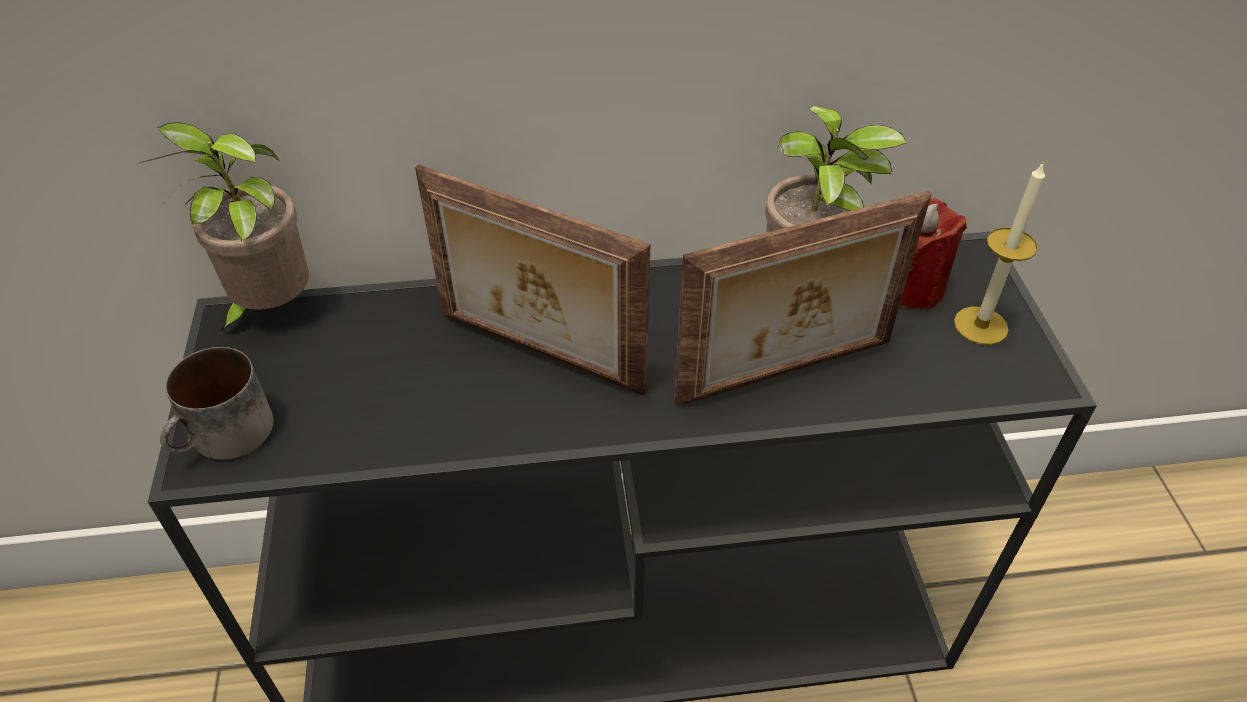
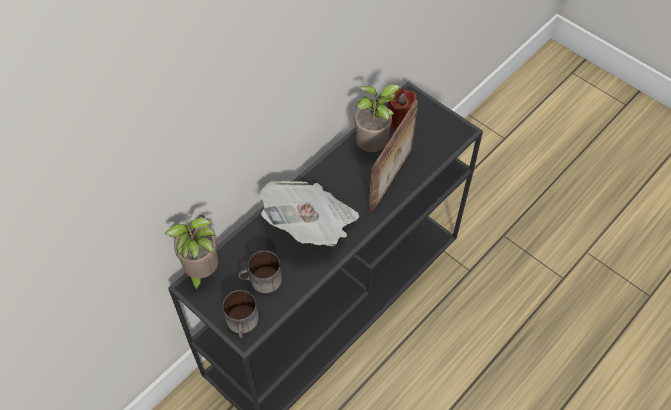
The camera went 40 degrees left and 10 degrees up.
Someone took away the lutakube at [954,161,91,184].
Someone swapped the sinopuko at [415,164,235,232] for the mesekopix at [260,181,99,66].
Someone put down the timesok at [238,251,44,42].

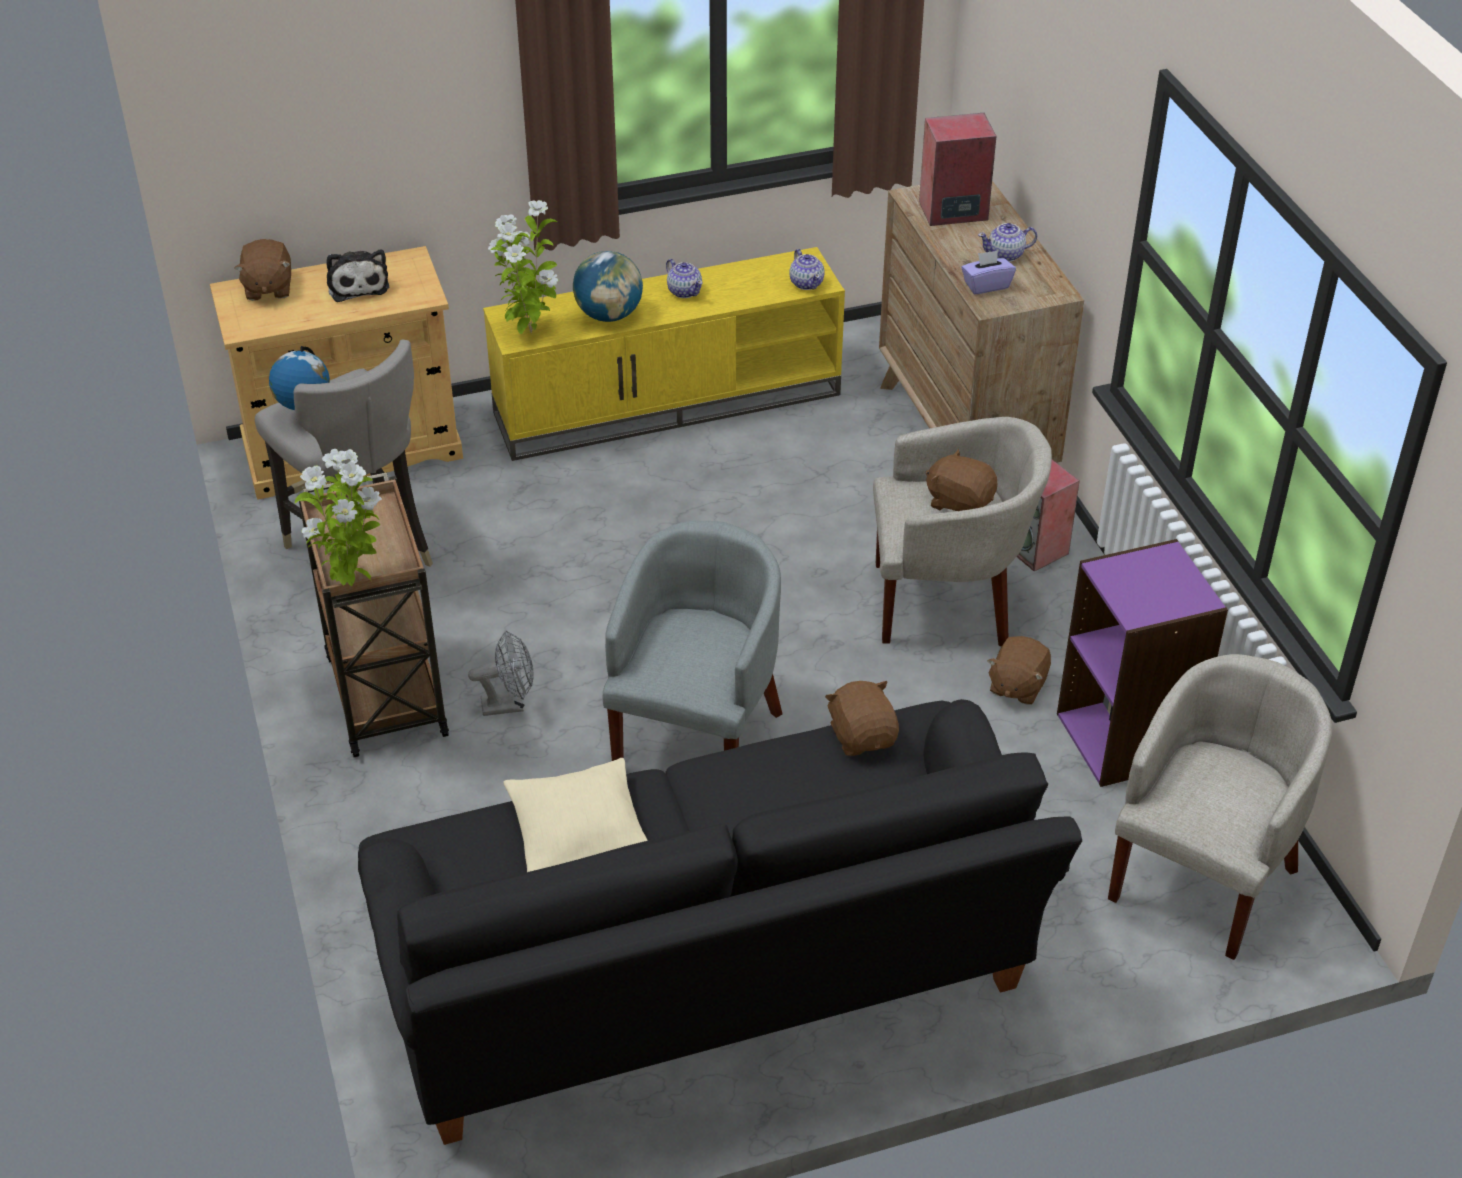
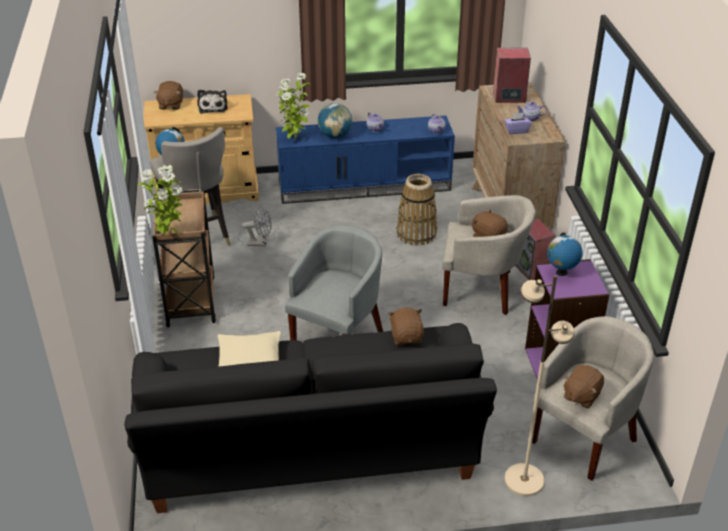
The camera went 10 degrees right and 5 degrees down.
Someone repainted the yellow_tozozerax at [483,247,362,214], which became the blue_tozozerax at [276,115,179,89].
Someone carried the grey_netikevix from [468,630,66,86] to [242,207,30,39].
Someone carried the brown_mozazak from [987,636,64,69] to [563,365,41,43].
Someone put down the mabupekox at [397,174,40,72].
Someone put down the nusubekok at [547,232,36,44].
Someone put down the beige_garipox at [505,275,69,221].

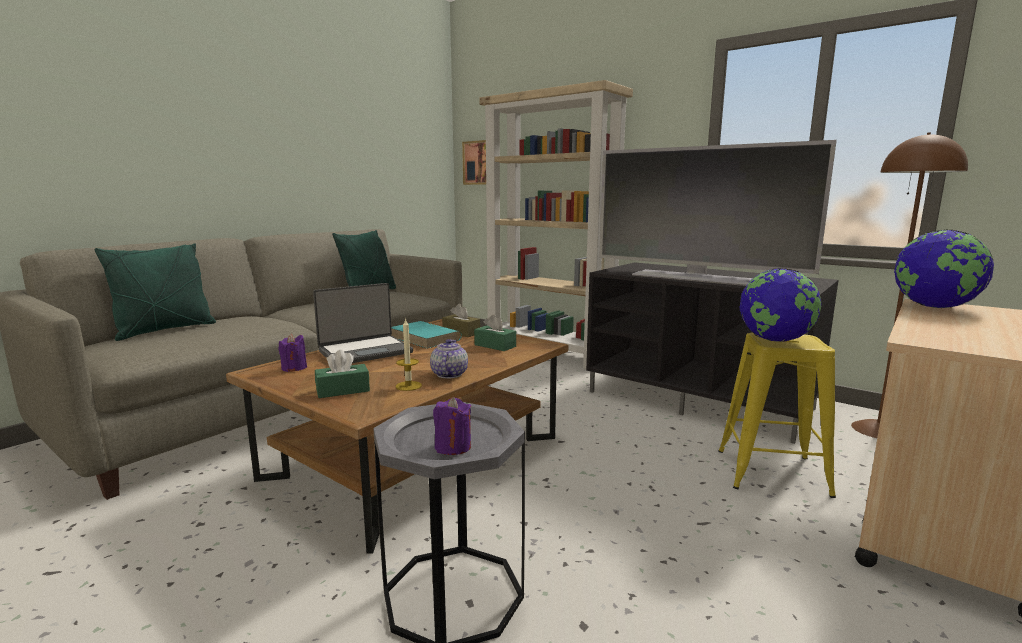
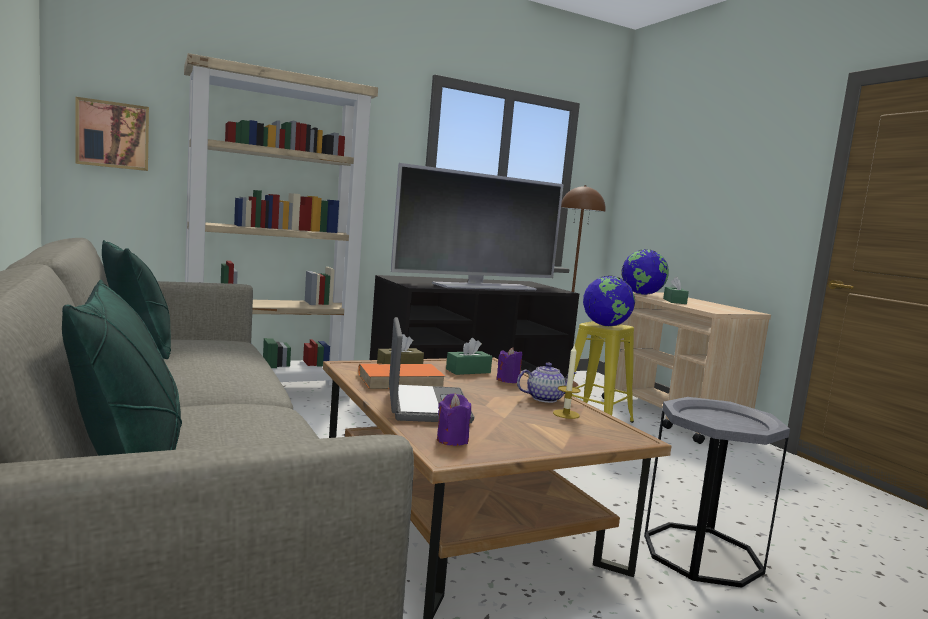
The camera went 65 degrees left and 5 degrees down.
Someone repainted the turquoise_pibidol at [391,321,71,28], which became the orange_pibidol at [358,364,88,25].
Someone rotated the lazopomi at [430,339,38,39] by 135 degrees clockwise.
Someone carried the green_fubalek from [315,350,55,48] to [663,277,26,27].
Someone carried the purple_lutakube from [433,397,38,58] to [496,348,26,35].

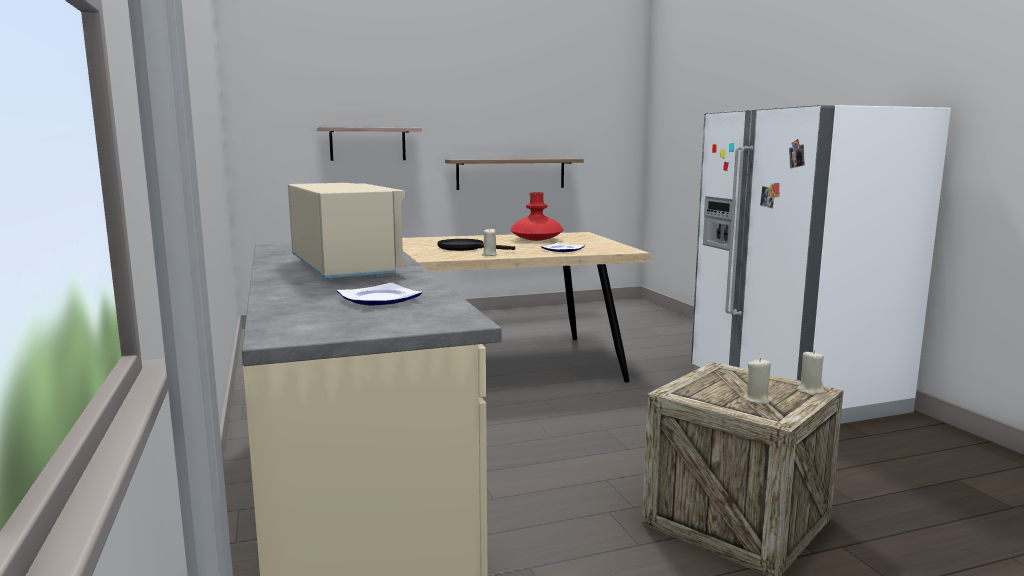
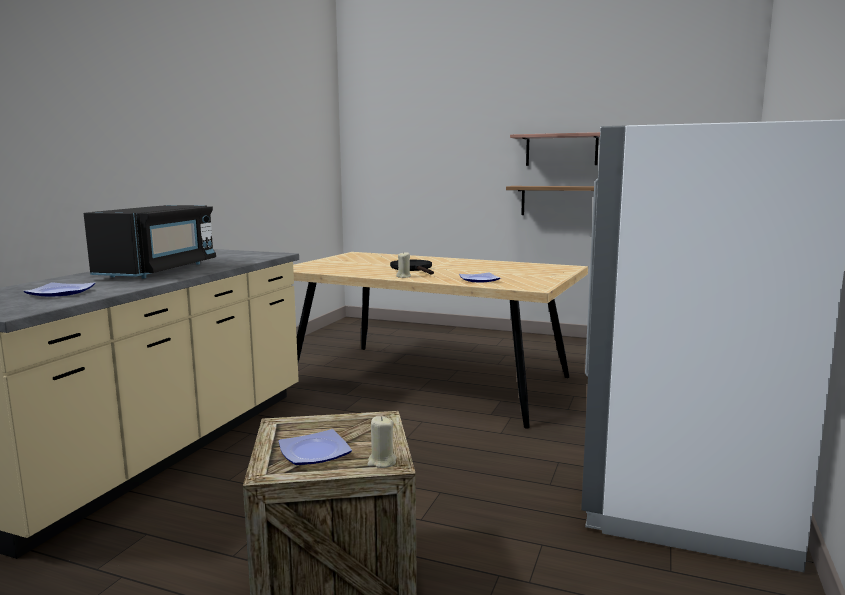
The camera went 40 degrees right and 0 degrees up.
Someone carried the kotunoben from [316,127,106,34] to [510,132,90,34].
Someone repainted the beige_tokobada at [288,183,120,98], which became the black_tokobada at [84,205,132,74].
Someone took away the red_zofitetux at [510,192,54,49].
Someone swapped the beige_lutakube at [743,358,30,46] for the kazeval at [278,429,74,36].

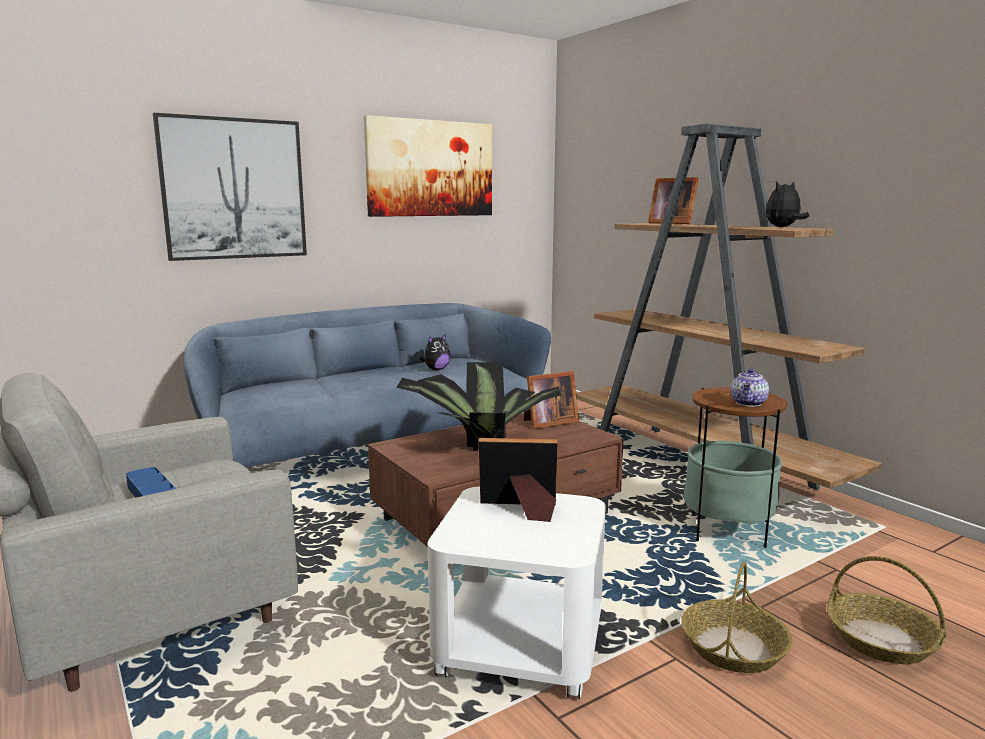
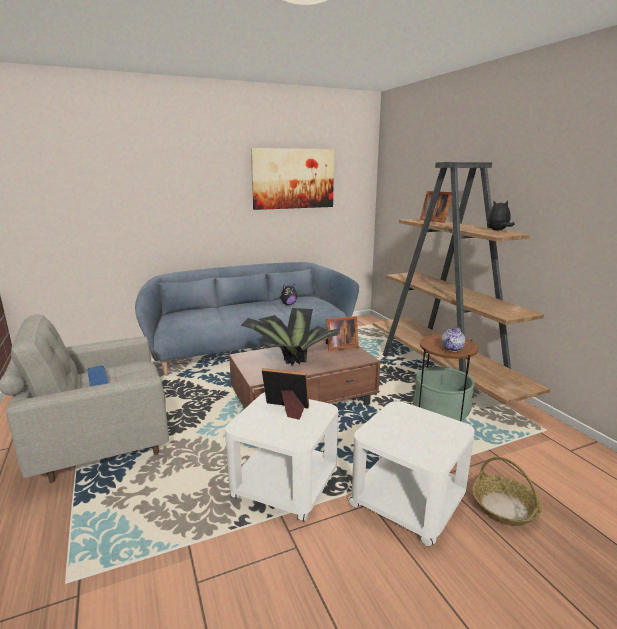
The camera went 10 degrees right and 5 degrees up.
Someone took away the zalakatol at [153,113,154,148].
Someone swapped the mabupekox at [681,561,112,112] for the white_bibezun at [348,401,127,146].

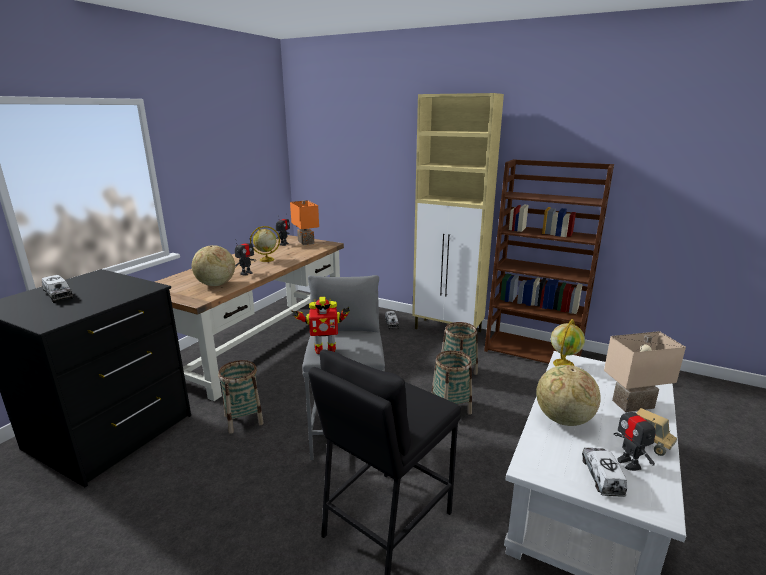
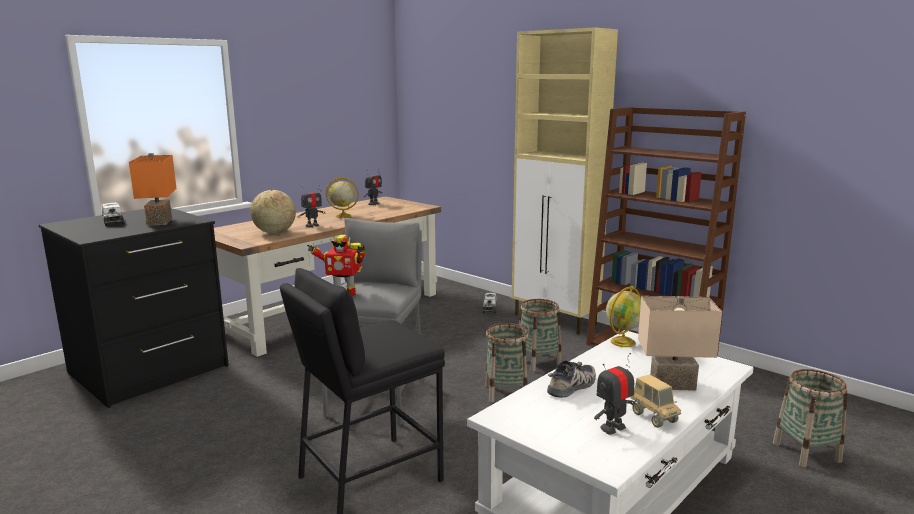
The camera went 15 degrees right and 5 degrees down.
Someone carried the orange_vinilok from [290,200,29,45] to [129,153,48,73].
Someone carried the mabupekox from [218,360,46,73] to [773,369,75,98].
Someone swapped the nusubekok at [536,365,65,61] for the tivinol at [547,360,49,38].
Someone rotated the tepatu at [614,398,42,73] by 60 degrees clockwise.
Someone took away the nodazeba at [582,448,45,49].

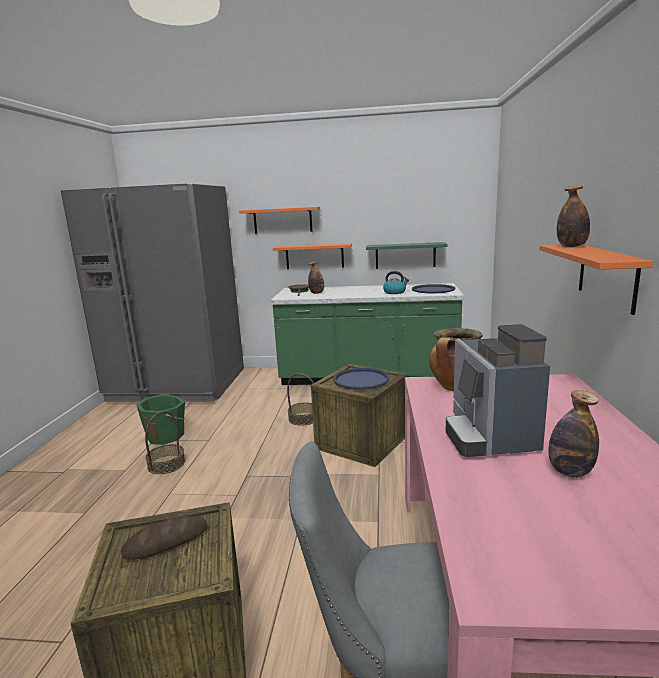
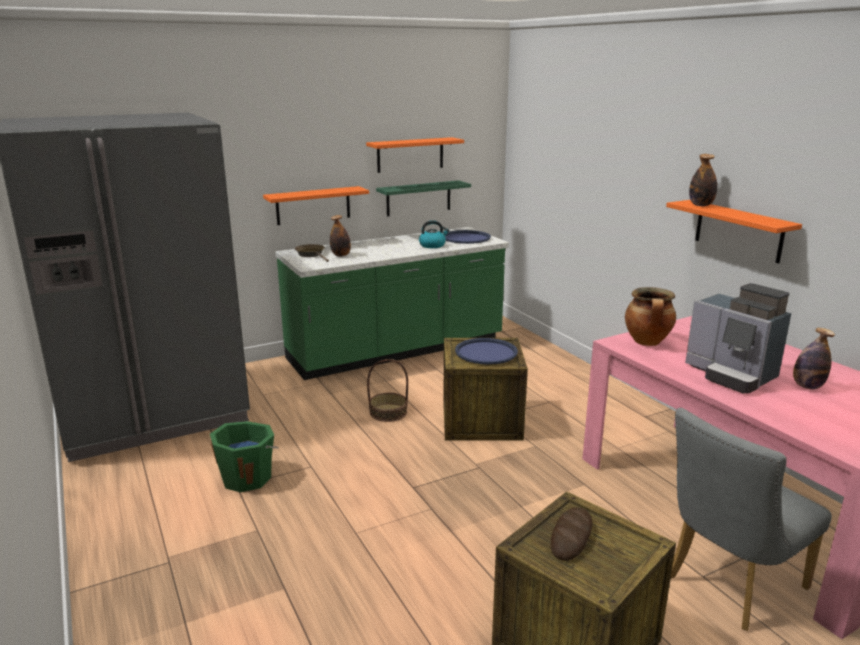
The camera went 35 degrees left and 5 degrees up.
Someone carried the orange_kotunoben from [239,207,81,27] to [366,137,98,36].
Someone took away the mabupekox at [145,411,40,63].

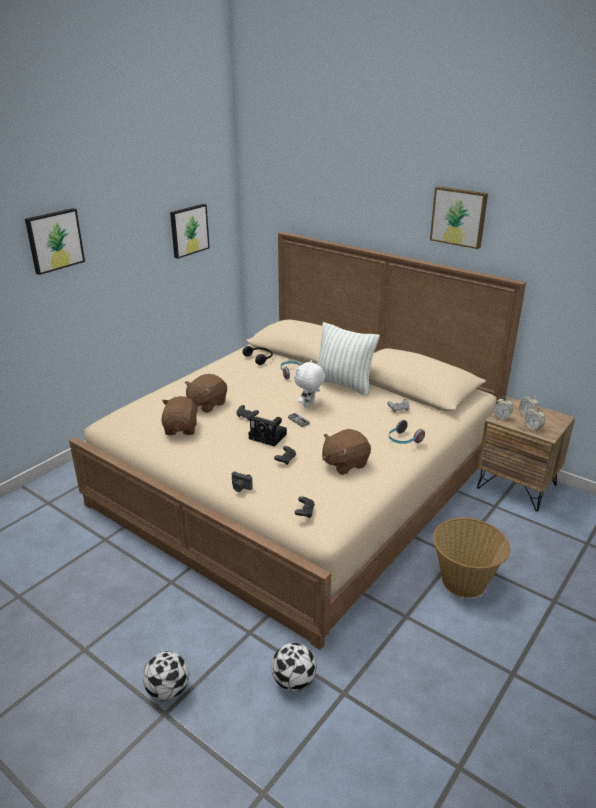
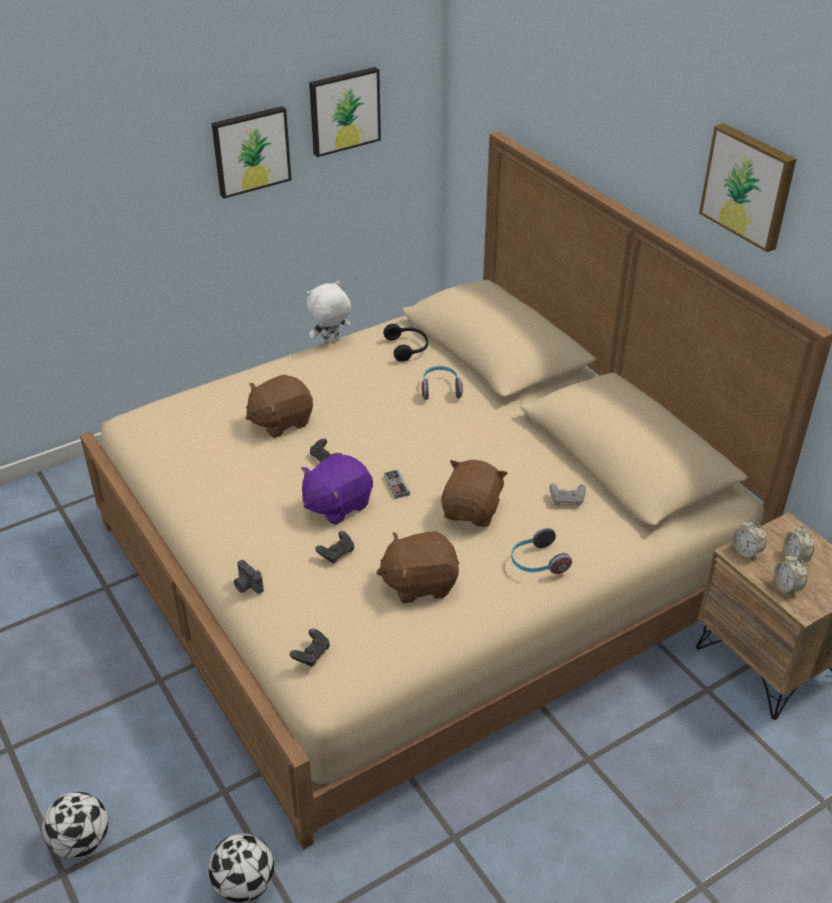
The camera went 20 degrees right and 10 degrees up.
Someone carried the zalakatol from [25,208,60,67] to [212,106,80,92].
Someone took away the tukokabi at [317,322,63,74].
Someone carried the white_mozazak from [294,360,31,48] to [306,281,45,65].
Someone carried the brown_mozazak from [161,396,38,39] to [441,460,67,67].
Someone swapped the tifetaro at [249,416,38,31] for the purple_mozazak at [301,454,72,71].
Someone took away the mabupekox at [433,518,77,80].

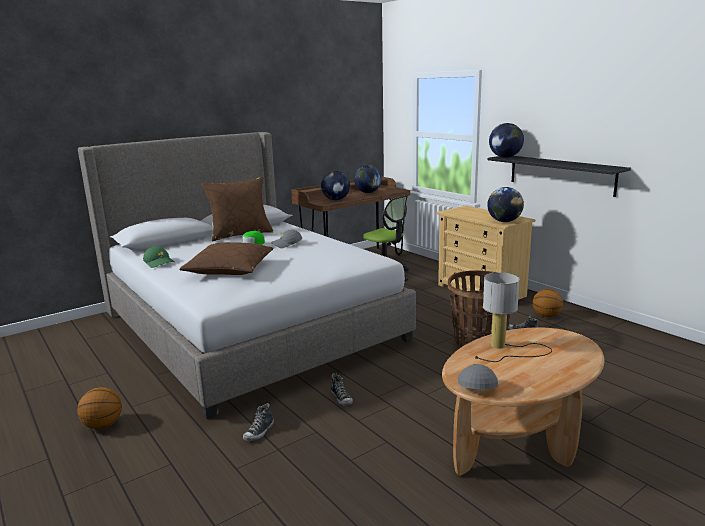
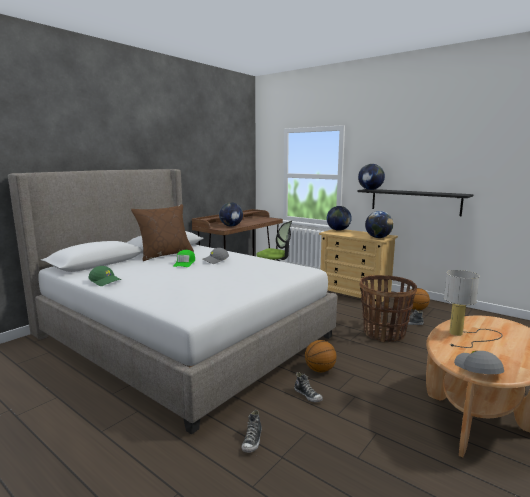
The camera went 15 degrees left and 5 degrees down.
Someone carried the nusubekok from [354,165,28,28] to [327,206,25,25].
Someone took away the brown_tukokabi at [179,242,94,33].
Someone carried the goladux from [77,387,45,42] to [305,340,32,32].

